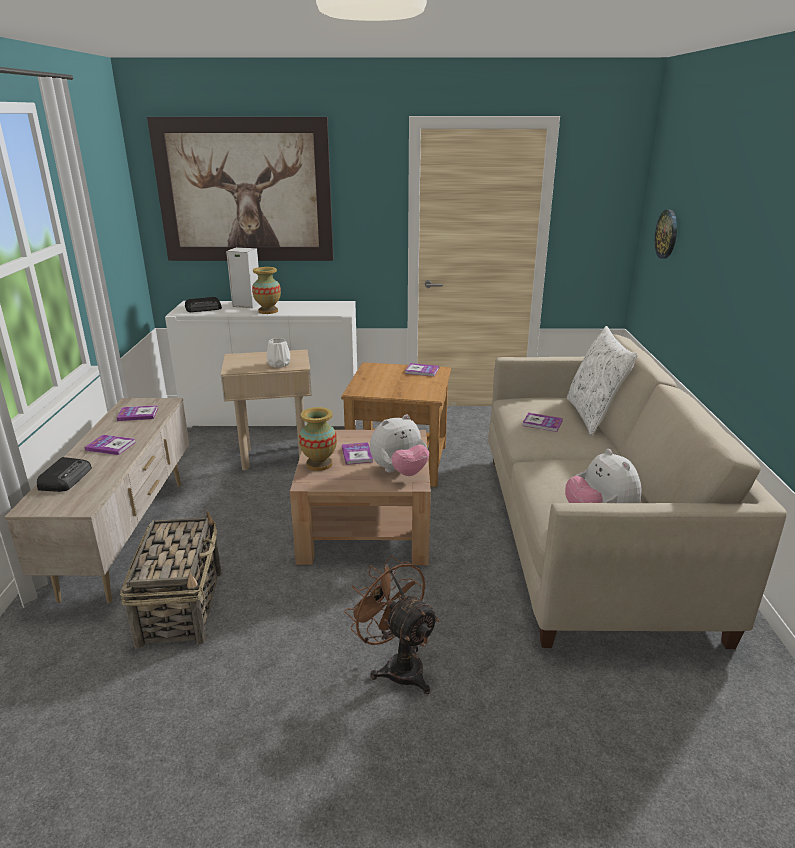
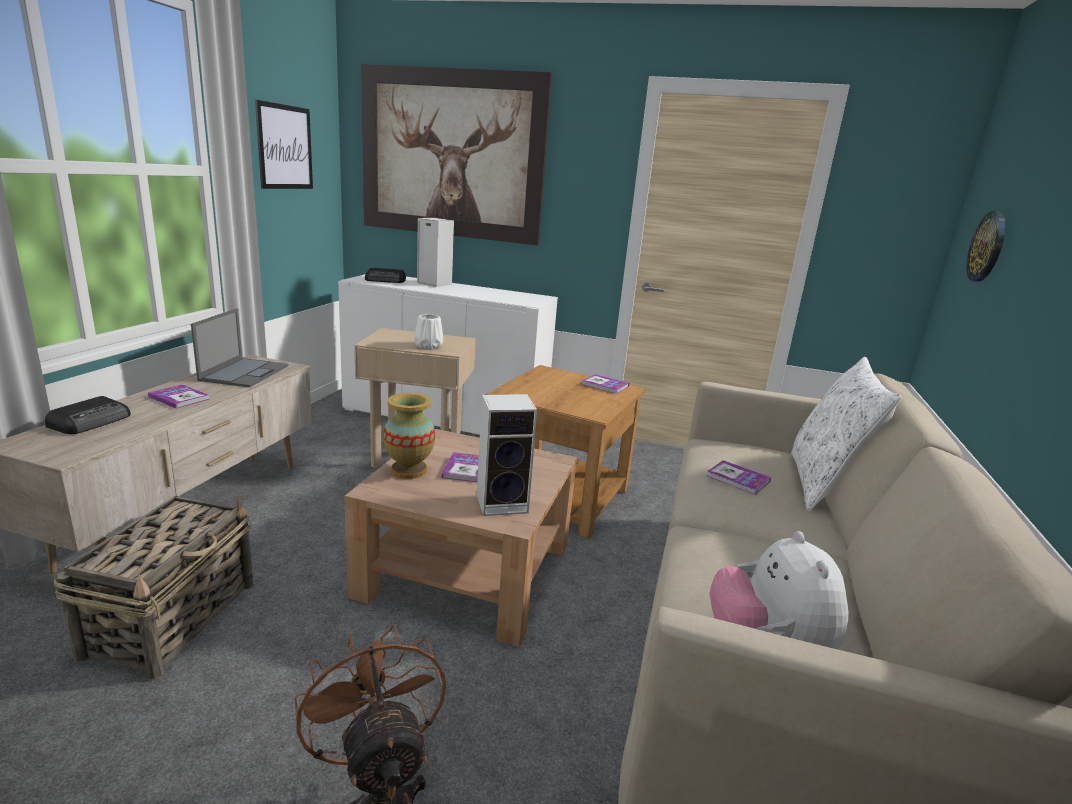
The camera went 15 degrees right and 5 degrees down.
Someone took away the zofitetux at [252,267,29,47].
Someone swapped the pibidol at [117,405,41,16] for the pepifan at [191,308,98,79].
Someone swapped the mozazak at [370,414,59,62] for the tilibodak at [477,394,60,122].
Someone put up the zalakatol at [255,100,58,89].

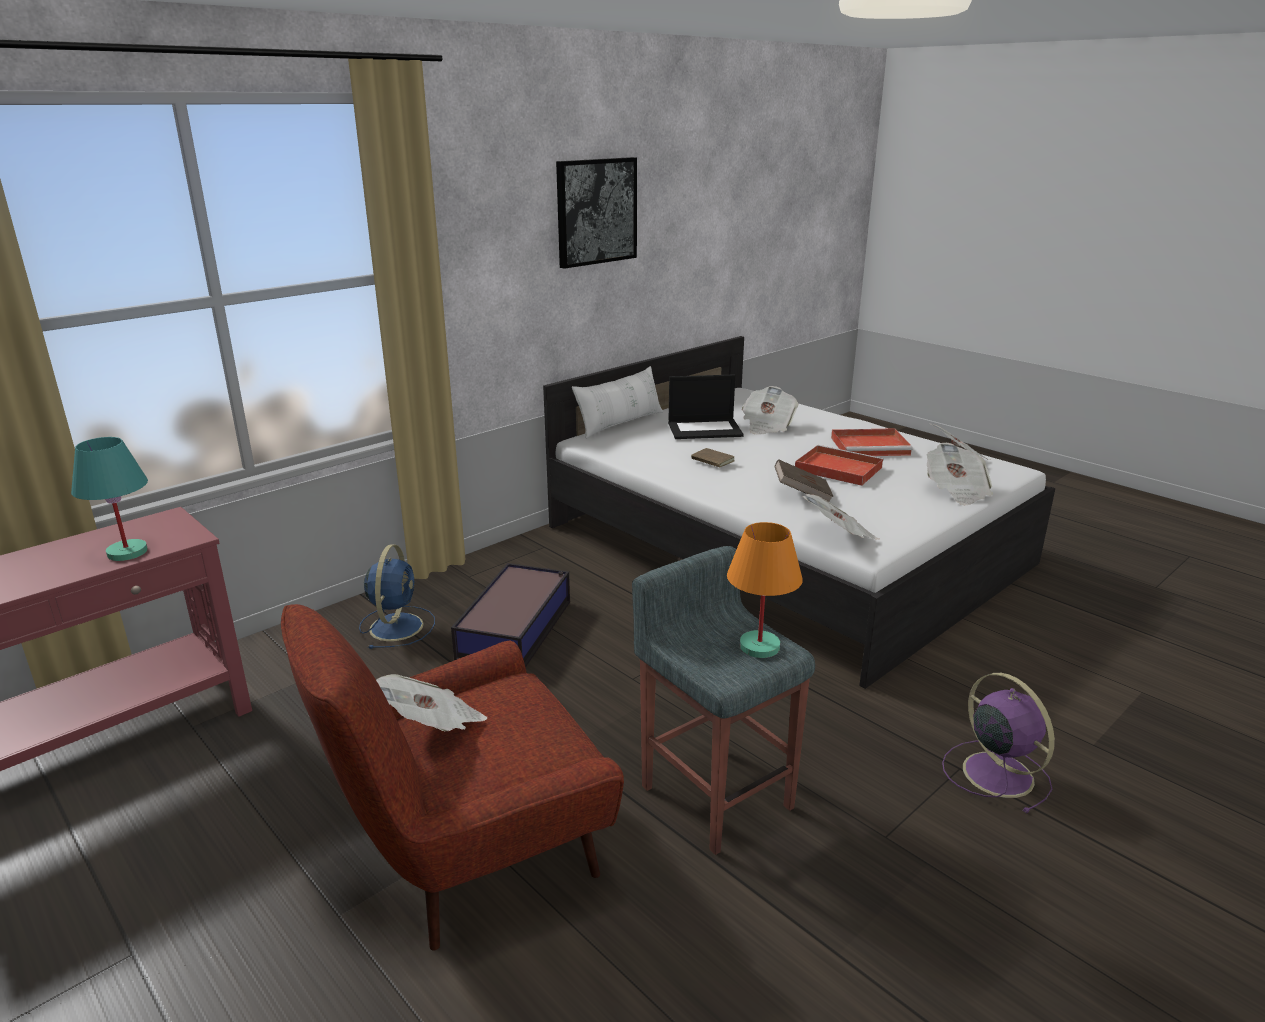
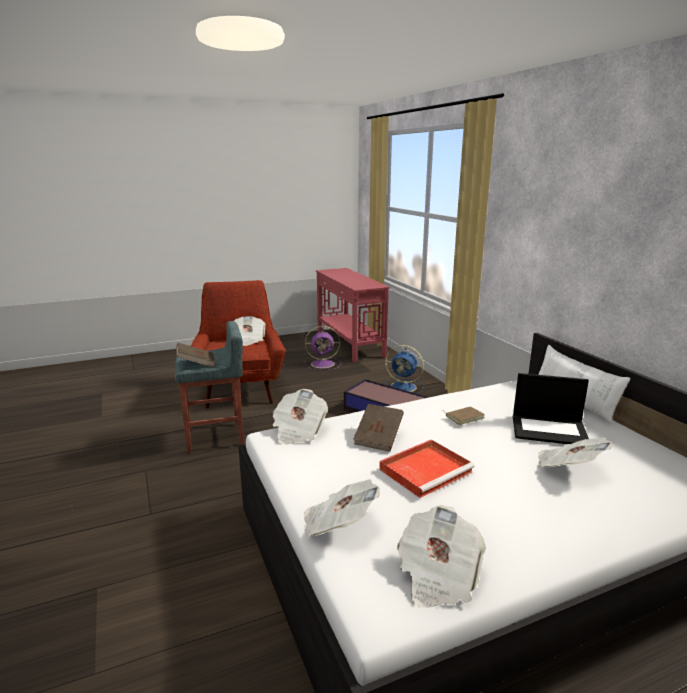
The camera went 110 degrees right and 5 degrees down.
Someone took away the zalakatol at [556,157,81,112].
Someone rotated the pepifan at [668,375,76,64] by 90 degrees counterclockwise.
Someone took away the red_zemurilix at [831,428,81,28].
Someone took away the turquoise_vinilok at [71,437,77,124].
Someone swapped the orange_vinilok at [727,522,76,136] for the brown_pibidol at [176,343,40,24].
Someone carried the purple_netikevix from [942,673,113,140] to [304,326,37,44].

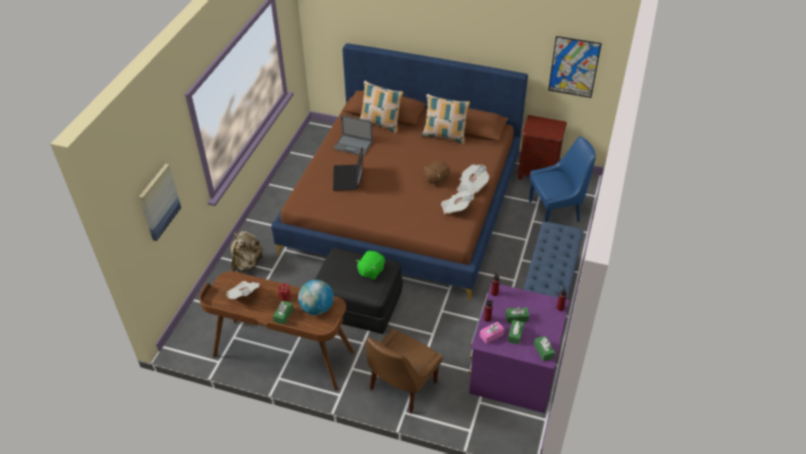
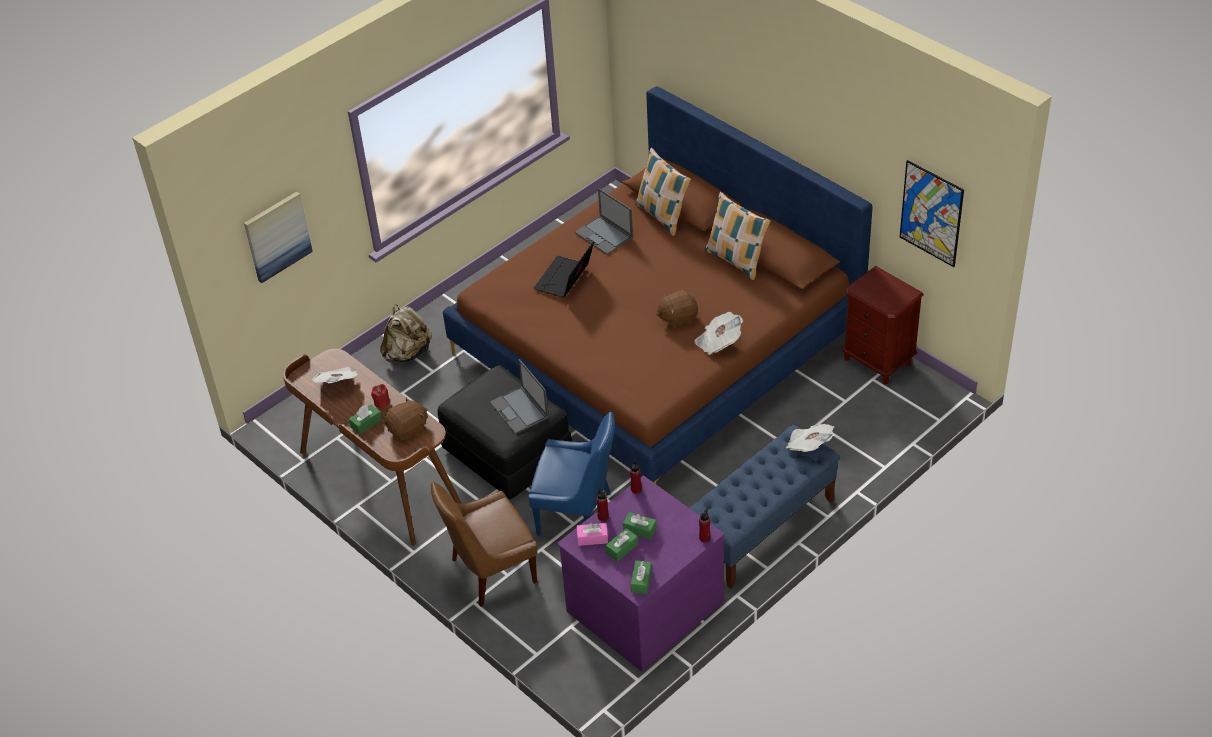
The camera went 30 degrees right and 0 degrees up.
Someone carried the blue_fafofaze from [529,136,67,86] to [529,411,86,125].
Someone carried the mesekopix from [441,190,33,24] to [786,424,48,28].
Someone swapped the green_mozazak at [356,251,29,29] for the pepifan at [490,359,59,75].
Someone swapped the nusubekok at [298,280,36,35] for the brown_mozazak at [384,397,43,44].

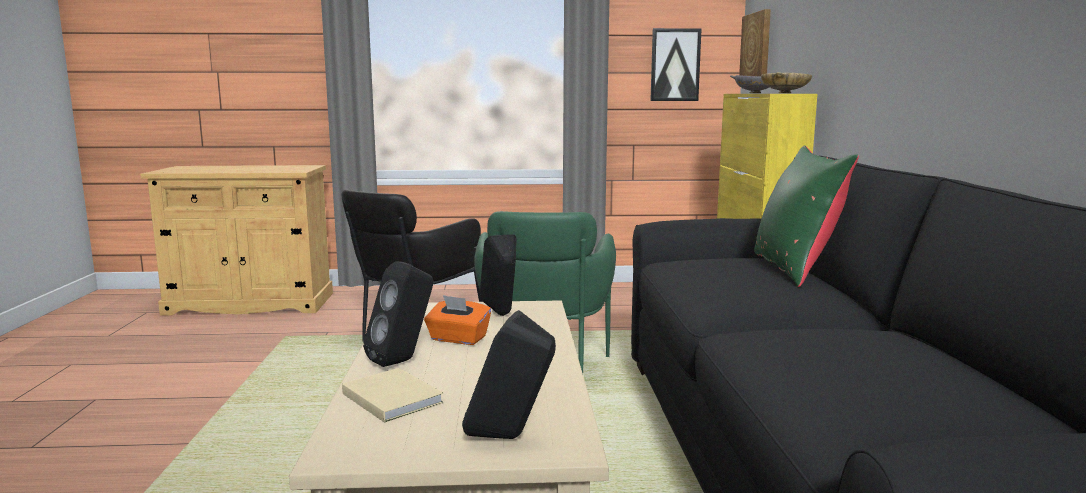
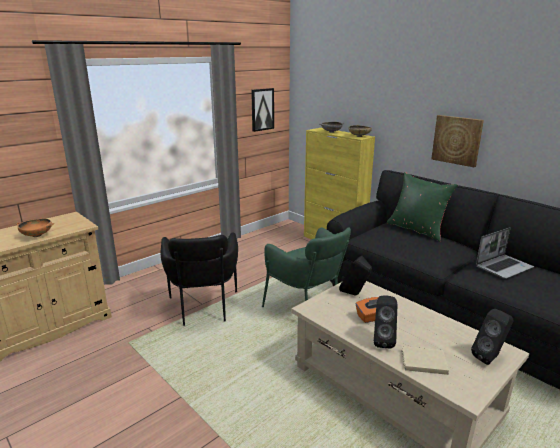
The camera went 40 degrees left and 10 degrees up.
Someone carried the zalakatol from [739,9,32,67] to [431,115,53,52].
Someone put down the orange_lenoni at [16,219,38,18].
Someone put down the pepifan at [476,227,58,52].

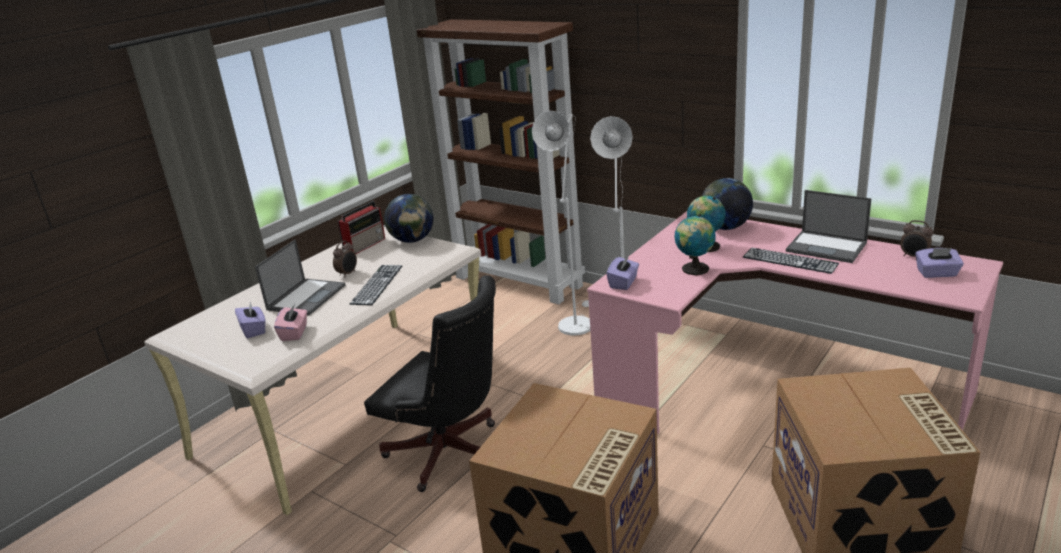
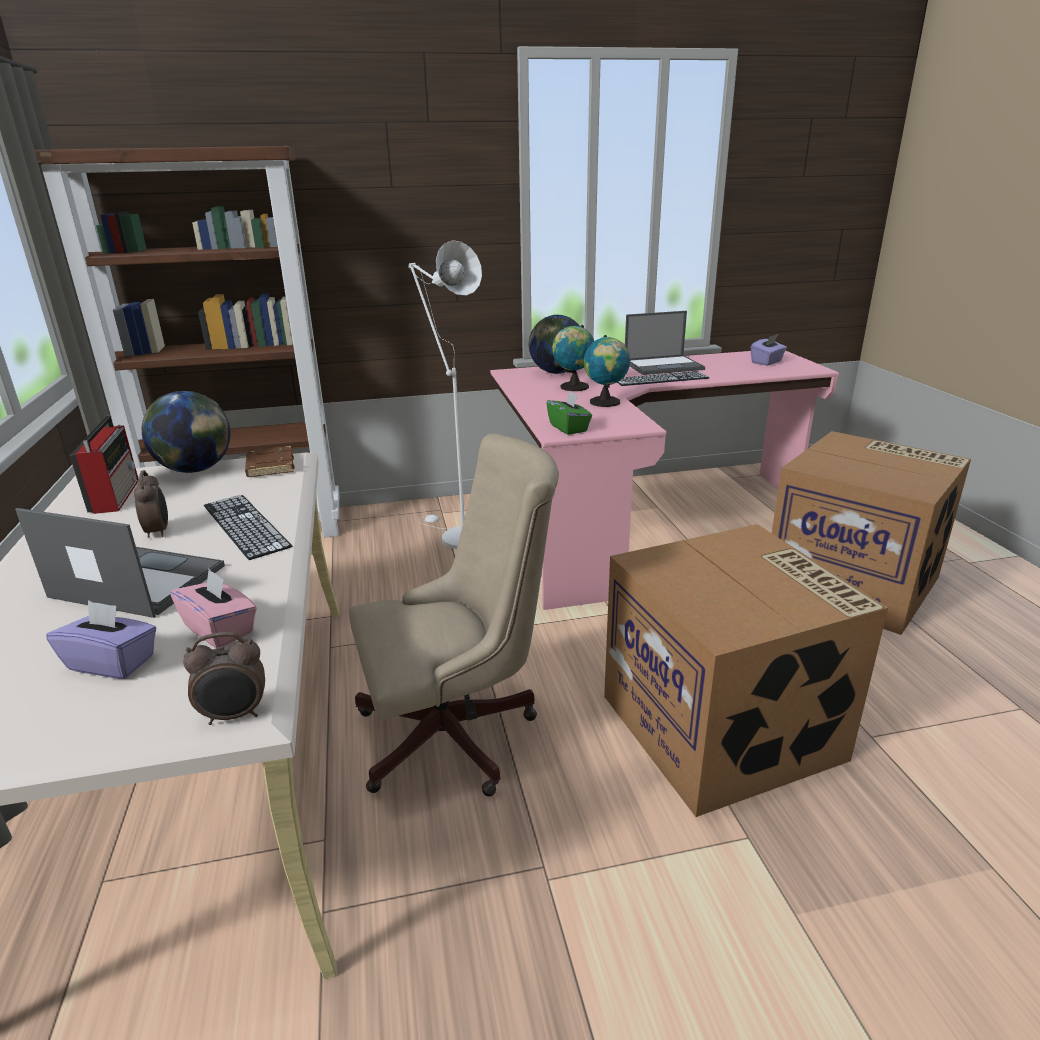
The camera went 50 degrees left and 0 degrees up.
Someone took away the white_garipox at [532,111,58,224].
Someone carried the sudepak from [900,220,33,37] to [183,632,82,93].
Someone rotated the pepifan at [255,239,90,77] by 45 degrees counterclockwise.
Someone repainted the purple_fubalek at [607,256,32,34], which became the green_fubalek at [546,391,46,44].
Someone repainted the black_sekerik at [364,275,132,217], which became the beige_sekerik at [349,433,210,364].
Someone put down the brown_pibidol at [245,446,50,31].

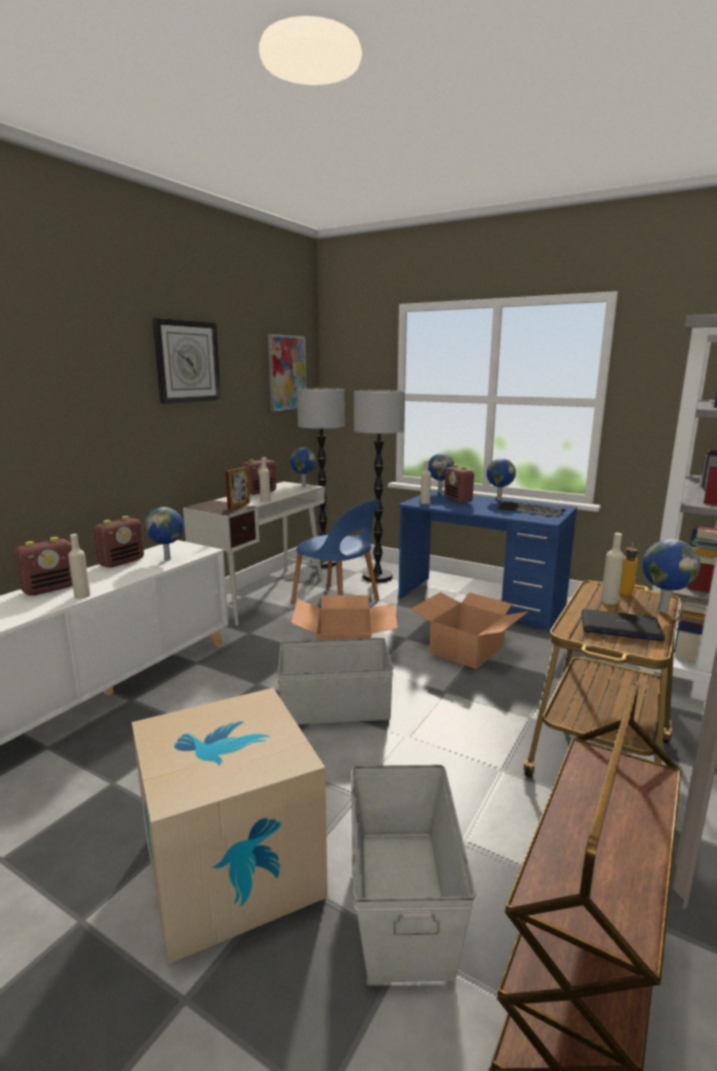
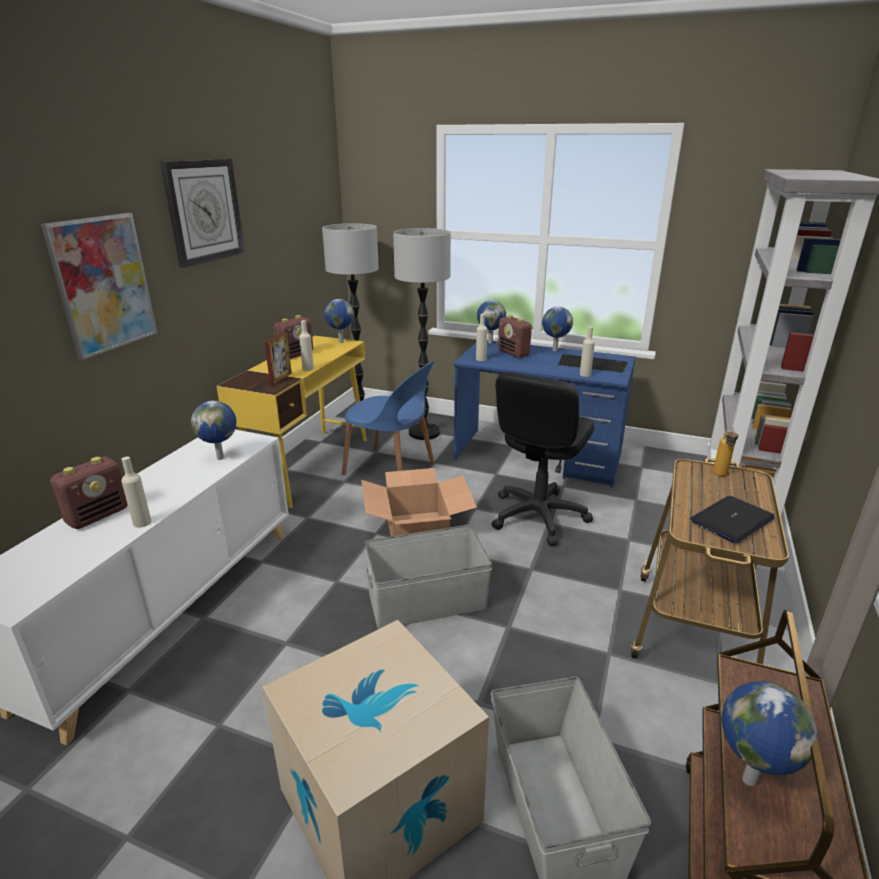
The camera went 10 degrees left and 10 degrees up.
Someone carried the zalakatol from [268,334,39,78] to [41,213,116,147].
Someone repainted the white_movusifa at [183,482,142,143], which became the yellow_movusifa at [217,336,150,173].
Someone took away the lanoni at [93,516,51,52].
Someone carried the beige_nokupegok from [601,533,23,71] to [580,326,15,51].
Someone carried the nusubekok from [642,539,59,73] to [721,681,97,105].
Someone swapped the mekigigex at [410,592,119,77] for the black_sekerik at [492,372,102,174].
Someone rotated the pepifan at [581,609,84,32] by 45 degrees counterclockwise.

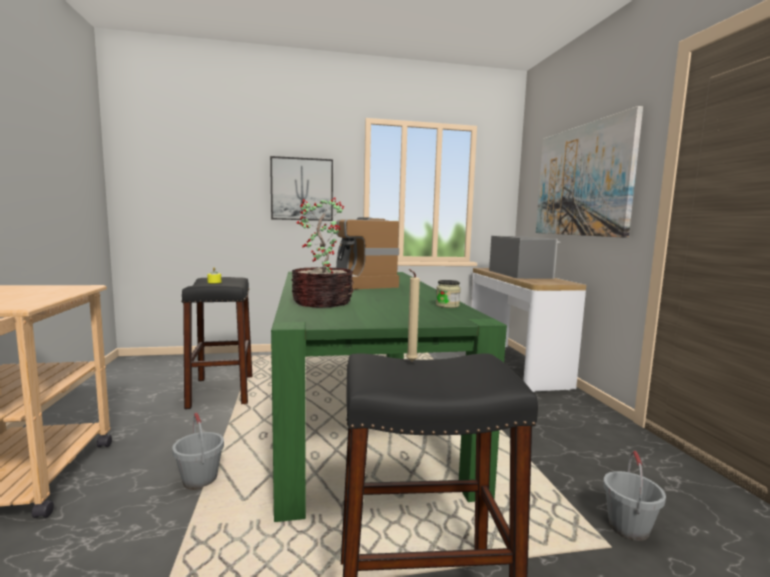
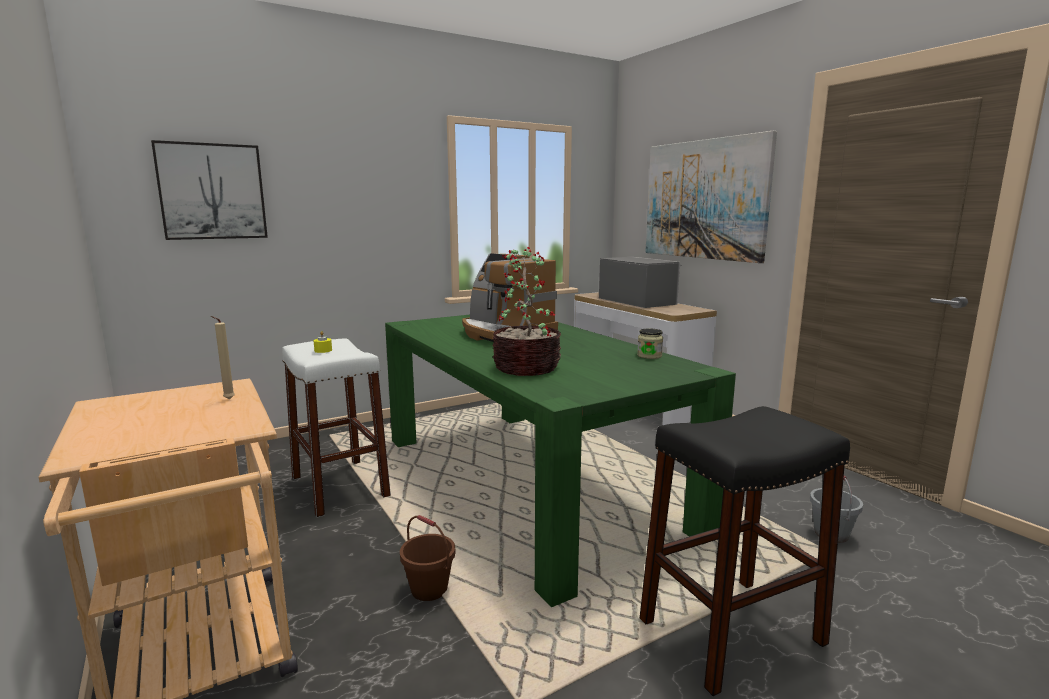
The camera went 20 degrees left and 5 degrees up.
Someone carried the zalakatol from [270,156,63,65] to [151,140,117,100].
Someone carried the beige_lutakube from [406,269,14,93] to [210,316,25,84].
Someone repainted the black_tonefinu at [181,277,71,132], which became the white_tonefinu at [282,338,109,180].
Someone repainted the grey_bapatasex at [172,413,52,77], which became the brown_bapatasex at [400,515,56,86].

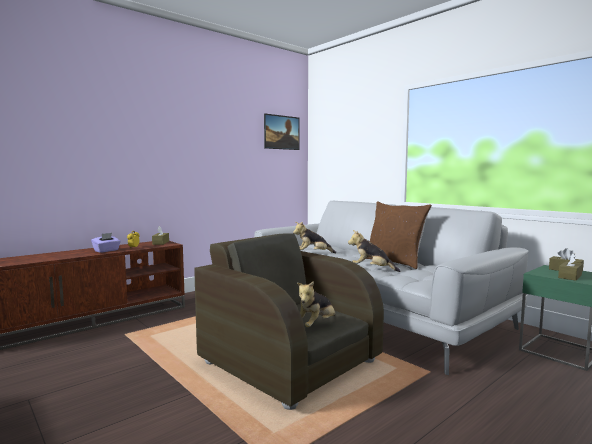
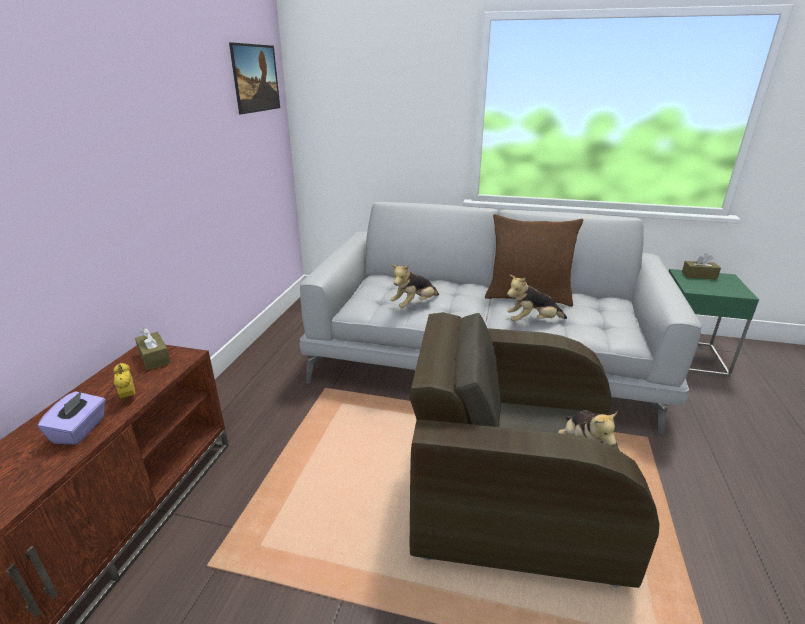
The camera went 35 degrees left and 20 degrees up.
Someone took away the brown_fubalek at [558,253,25,28].

